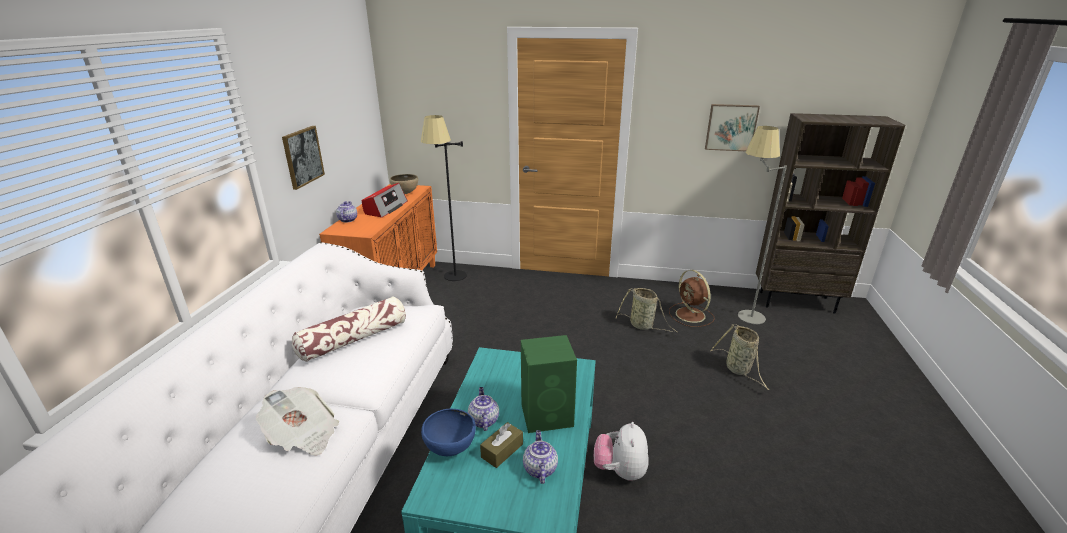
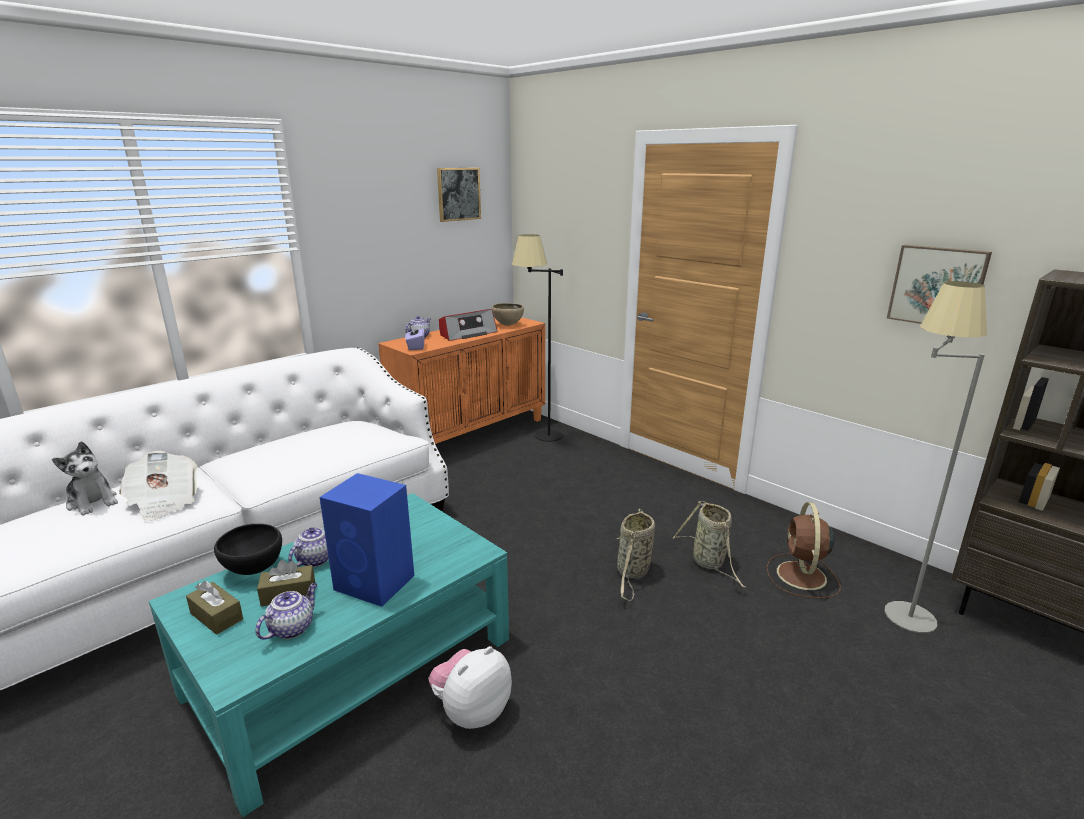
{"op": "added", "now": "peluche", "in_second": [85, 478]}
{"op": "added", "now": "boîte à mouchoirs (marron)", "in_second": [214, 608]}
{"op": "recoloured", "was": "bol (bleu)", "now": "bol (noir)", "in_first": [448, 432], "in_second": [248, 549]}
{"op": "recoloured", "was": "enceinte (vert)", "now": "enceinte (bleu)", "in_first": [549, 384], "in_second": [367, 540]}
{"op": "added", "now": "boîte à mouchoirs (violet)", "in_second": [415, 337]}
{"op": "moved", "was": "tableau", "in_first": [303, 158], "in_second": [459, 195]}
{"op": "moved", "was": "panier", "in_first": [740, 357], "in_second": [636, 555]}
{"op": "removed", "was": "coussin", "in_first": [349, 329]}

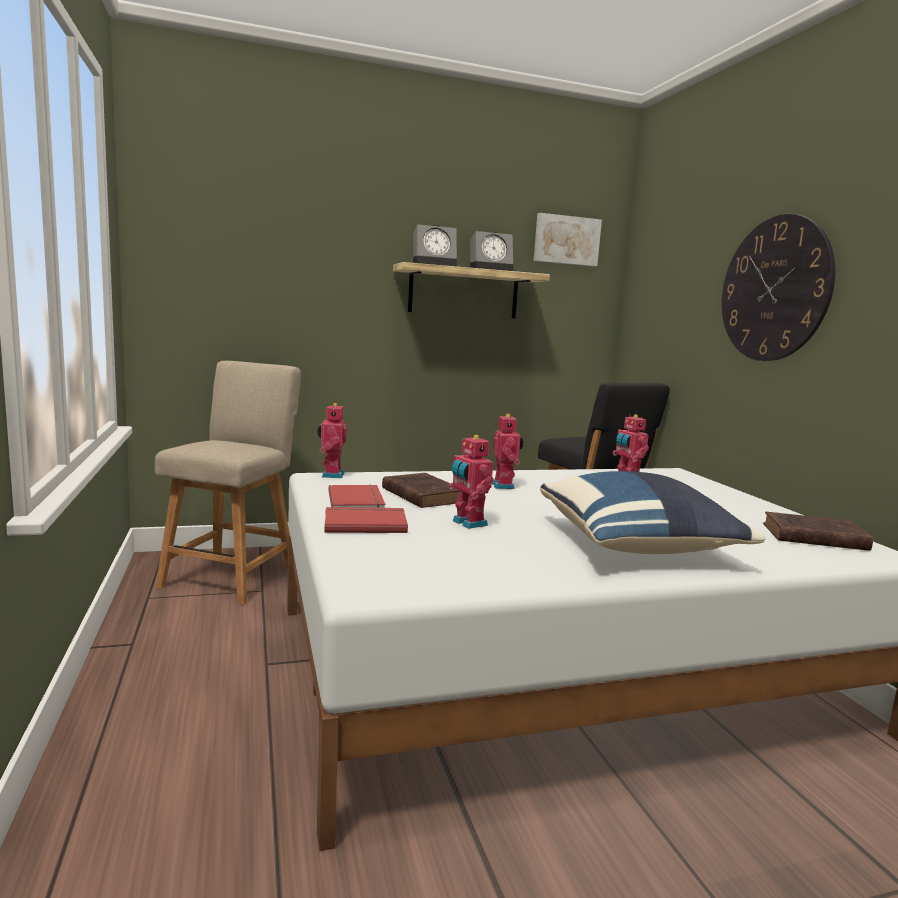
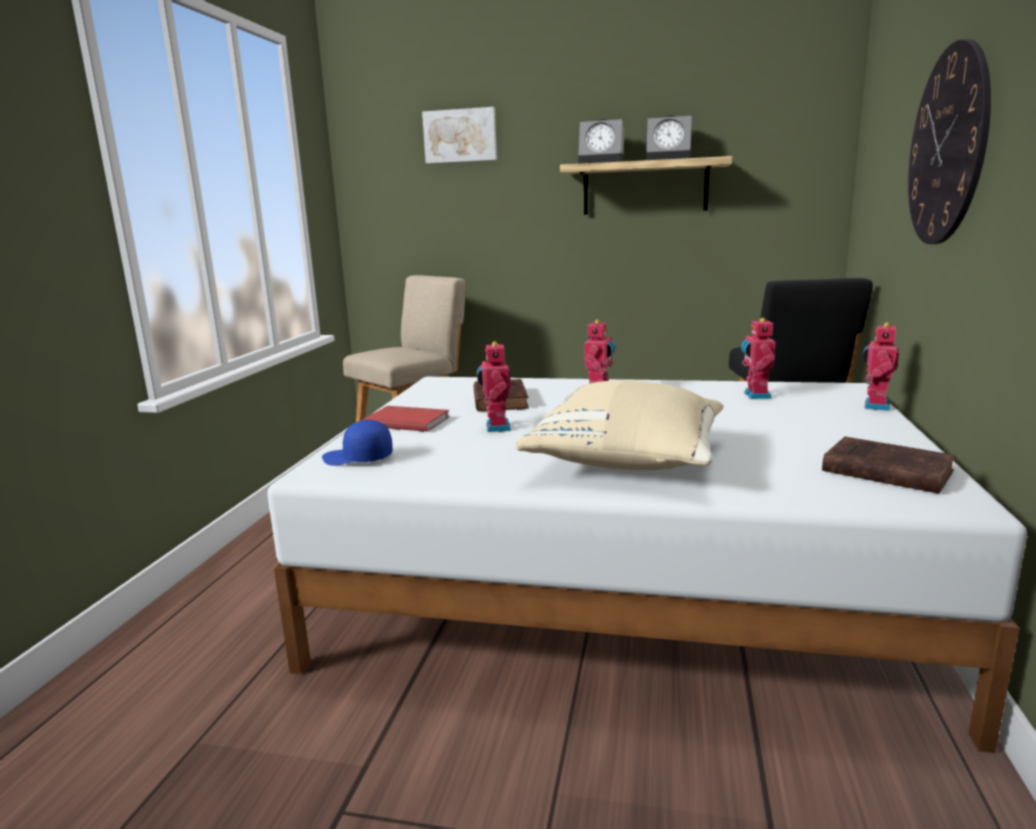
{"op": "added", "now": "casquette (bleu)", "in_second": [357, 442]}
{"op": "moved", "was": "tableau", "in_first": [568, 239], "in_second": [459, 135]}
{"op": "recoloured", "was": "coussin (bleu)", "now": "coussin (beige)", "in_first": [652, 512], "in_second": [619, 425]}
{"op": "moved", "was": "robot jouet", "in_first": [332, 440], "in_second": [880, 366]}
{"op": "removed", "was": "livre (rouge)", "in_first": [357, 496]}

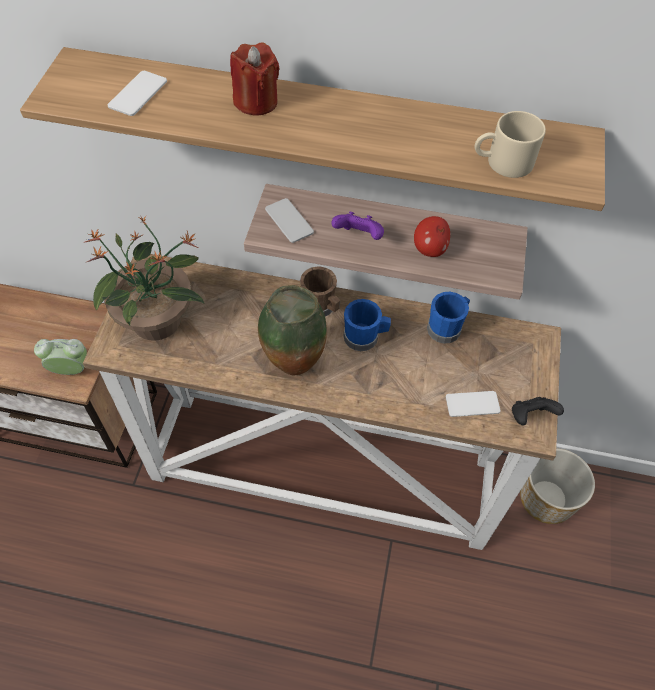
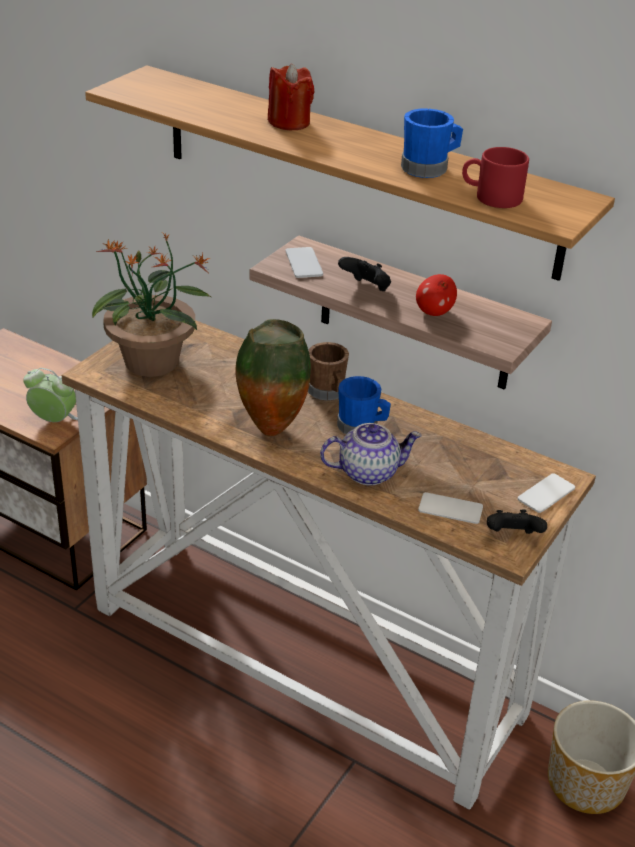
{"op": "added", "now": "théière", "in_second": [371, 454]}
{"op": "recoloured", "was": "manette (violet)", "now": "manette (noir)", "in_first": [358, 225], "in_second": [364, 274]}
{"op": "moved", "was": "mug (bleu)", "in_first": [448, 318], "in_second": [432, 143]}
{"op": "recoloured", "was": "mug (beige)", "now": "mug (rouge)", "in_first": [510, 144], "in_second": [495, 177]}
{"op": "moved", "was": "téléphone", "in_first": [137, 93], "in_second": [546, 493]}

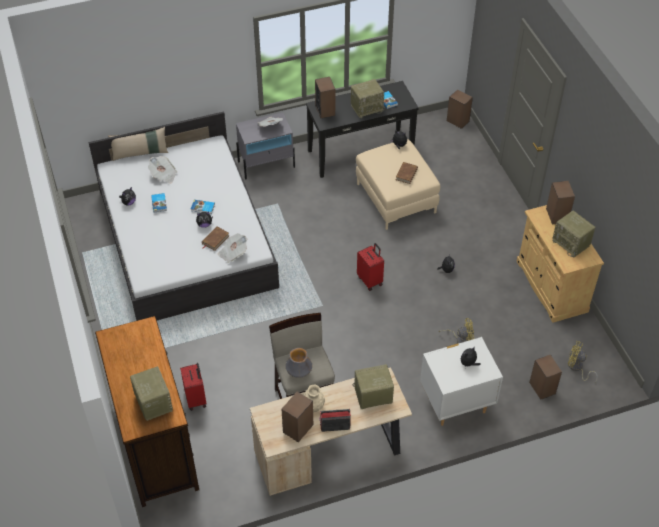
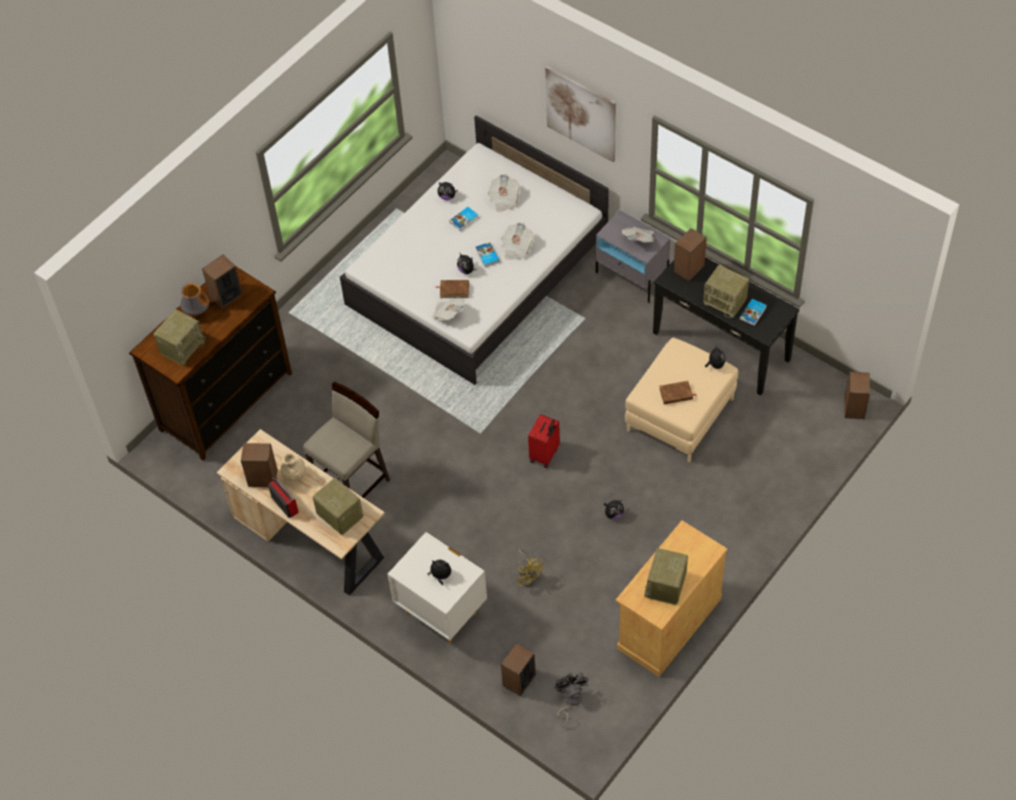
{"op": "moved", "was": "vase", "in_first": [299, 363], "in_second": [194, 299]}
{"op": "moved", "was": "enceinte", "in_first": [560, 203], "in_second": [222, 282]}
{"op": "added", "now": "journal", "in_second": [517, 241]}
{"op": "added", "now": "tableau", "in_second": [580, 114]}
{"op": "recoloured", "was": "ventilateur (jaune)", "now": "ventilateur (noir)", "in_first": [583, 362], "in_second": [571, 700]}
{"op": "removed", "was": "coussin (beige)", "in_first": [138, 144]}
{"op": "removed", "was": "valise (rouge)", "in_first": [193, 387]}

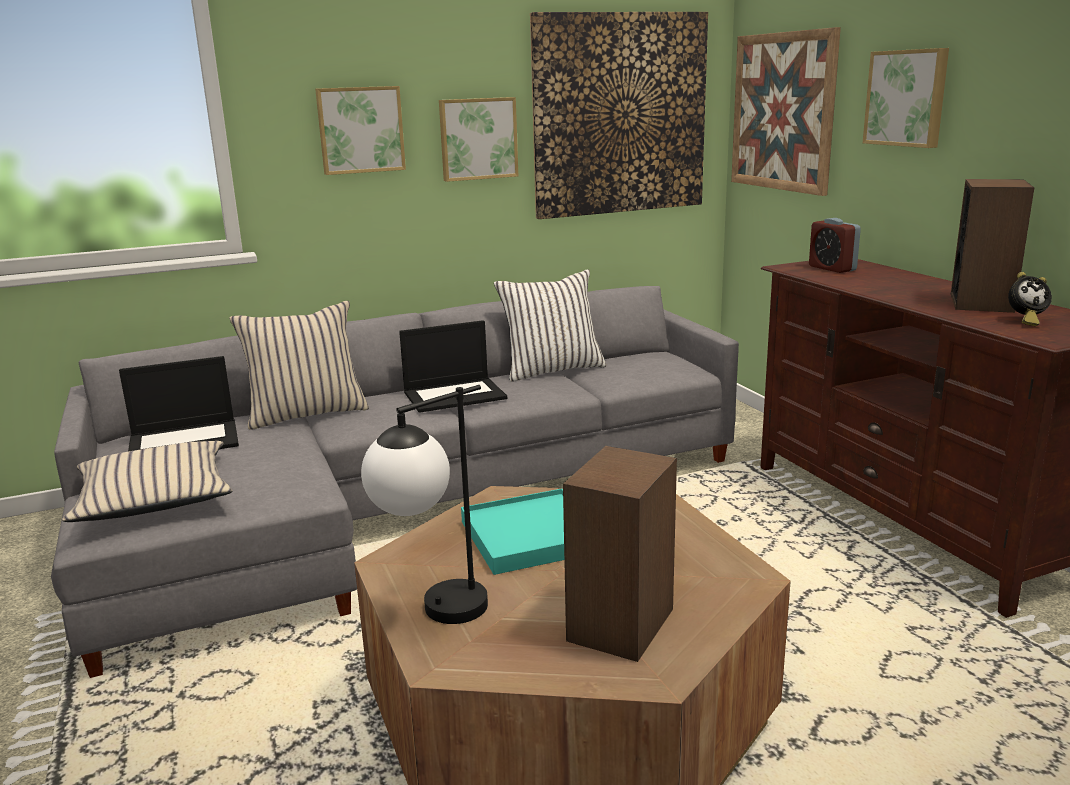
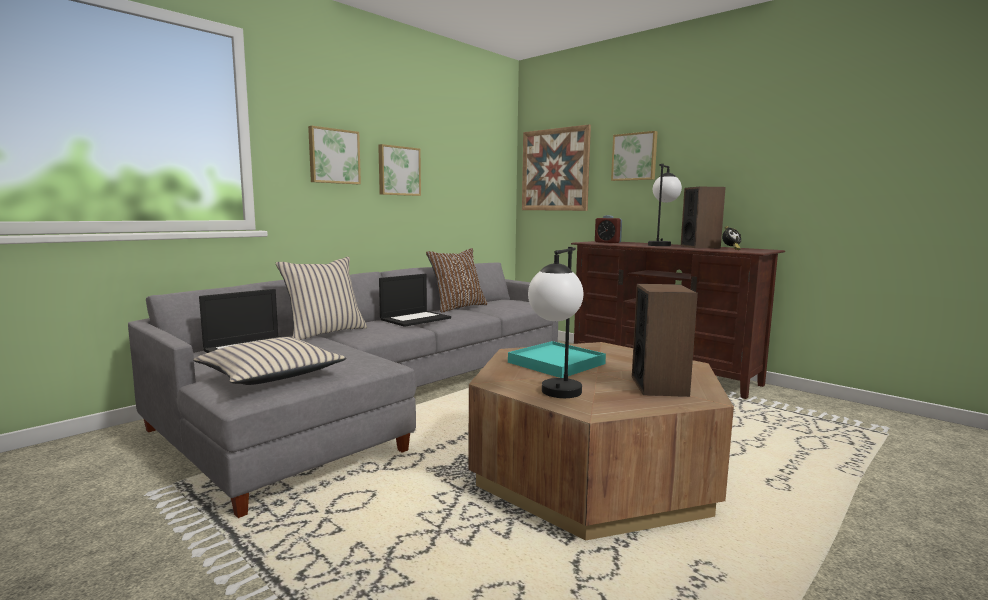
{"op": "recoloured", "was": "coussin (blanc)", "now": "coussin (marron)", "in_first": [550, 325], "in_second": [456, 280]}
{"op": "added", "now": "lampe de table", "in_second": [665, 205]}
{"op": "removed", "was": "tableau", "in_first": [619, 115]}

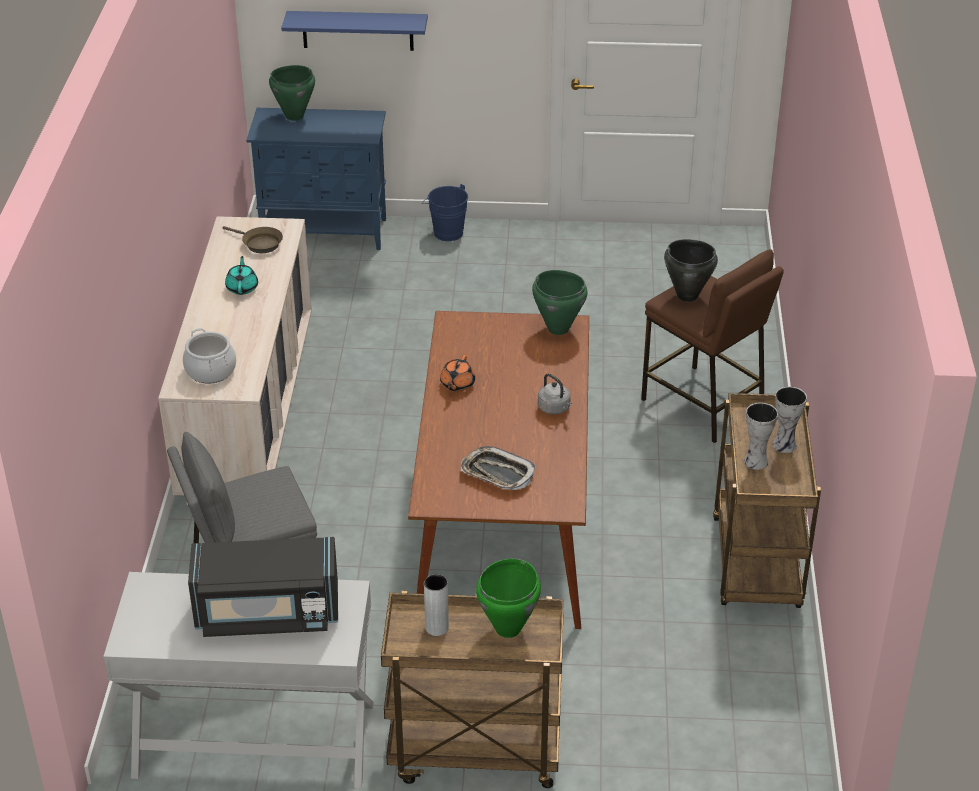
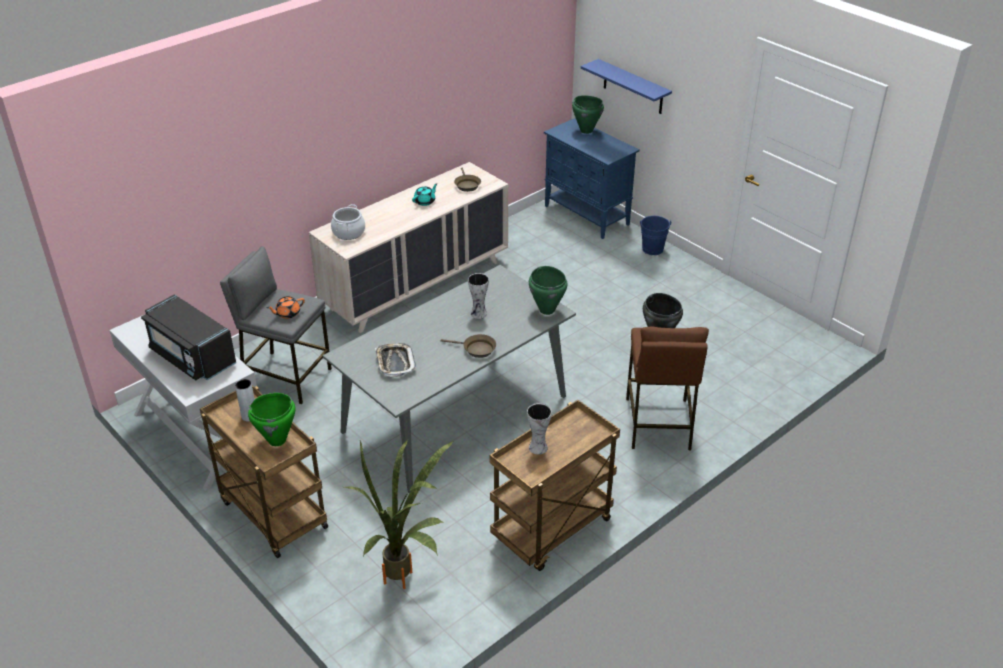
{"op": "moved", "was": "théière (orange)", "in_first": [457, 373], "in_second": [286, 307]}
{"op": "recoloured", "was": "table à manger (marron)", "now": "table à manger (gris)", "in_first": [498, 470], "in_second": [449, 379]}
{"op": "added", "now": "plante en pot", "in_second": [398, 514]}
{"op": "replaced", "was": "bouilloire (gris)", "now": "poêle (marron)", "in_first": [555, 394], "in_second": [468, 346]}
{"op": "moved", "was": "vase", "in_first": [789, 419], "in_second": [478, 296]}

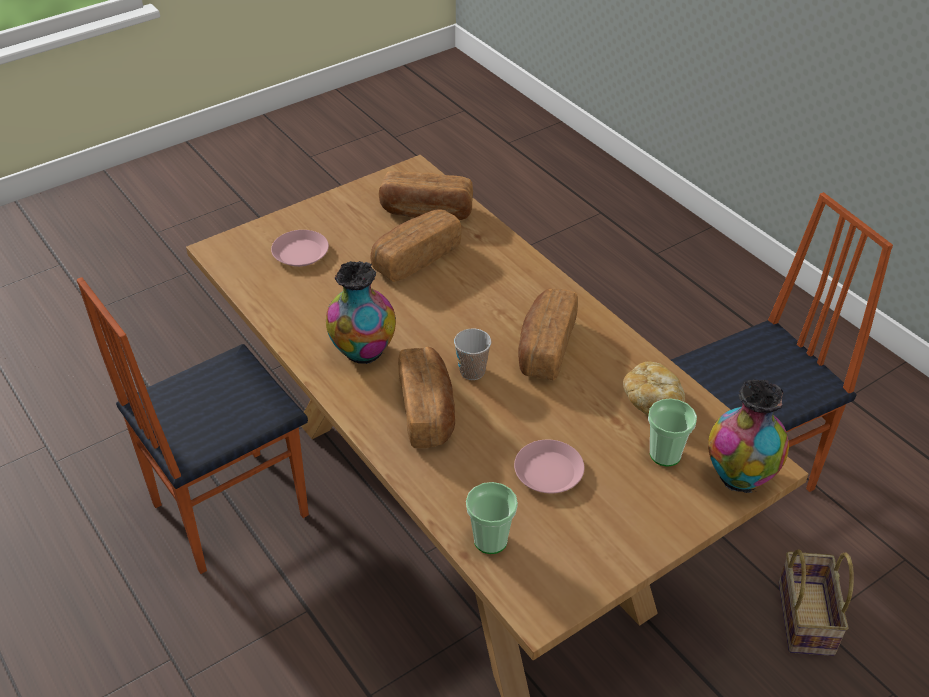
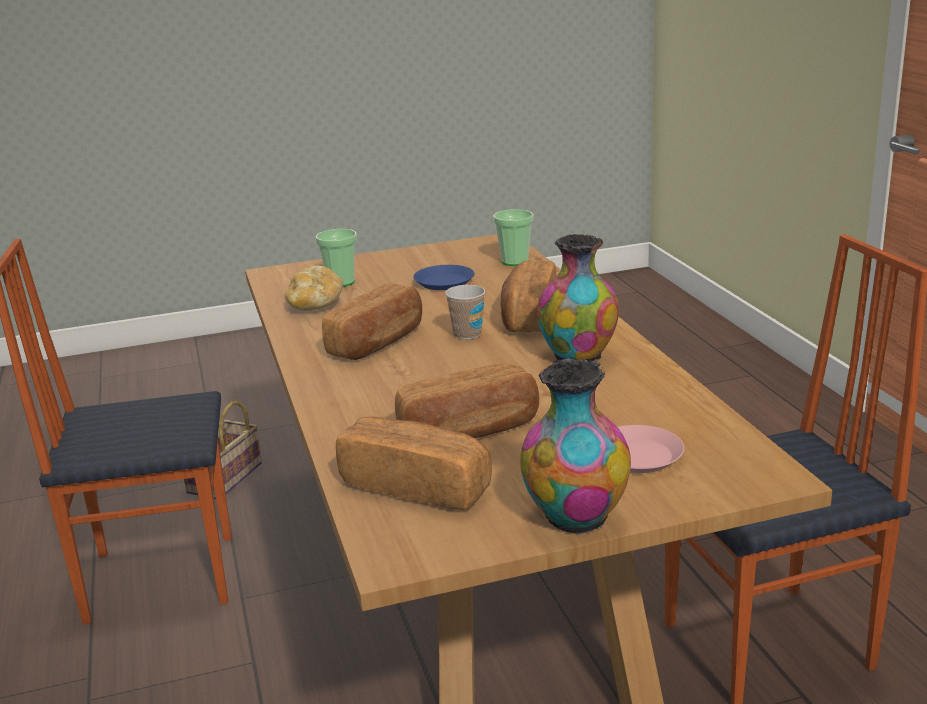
{"op": "recoloured", "was": "assiette (rose)", "now": "assiette (bleu)", "in_first": [549, 466], "in_second": [443, 277]}
{"op": "moved", "was": "vase", "in_first": [748, 436], "in_second": [575, 446]}

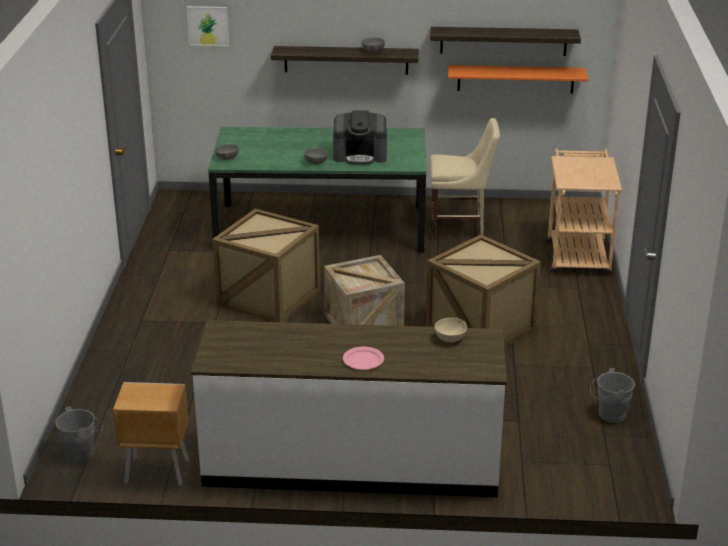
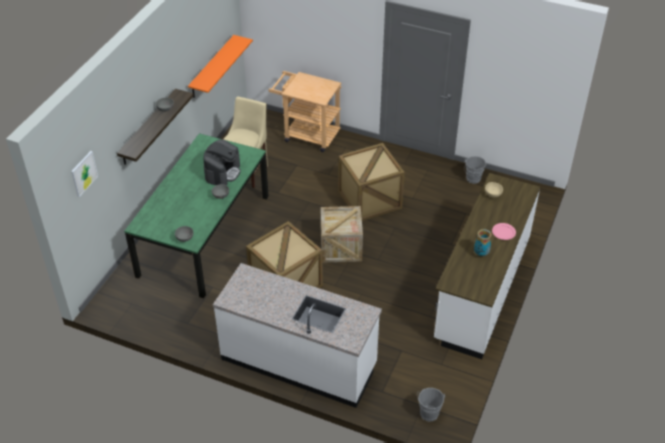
{"op": "added", "now": "comptoir de cuisine (blanc)", "in_second": [297, 335]}
{"op": "added", "now": "vase", "in_second": [483, 242]}
{"op": "removed", "was": "table de chevet (marron)", "in_first": [151, 434]}
{"op": "removed", "was": "étagère", "in_first": [505, 41]}

